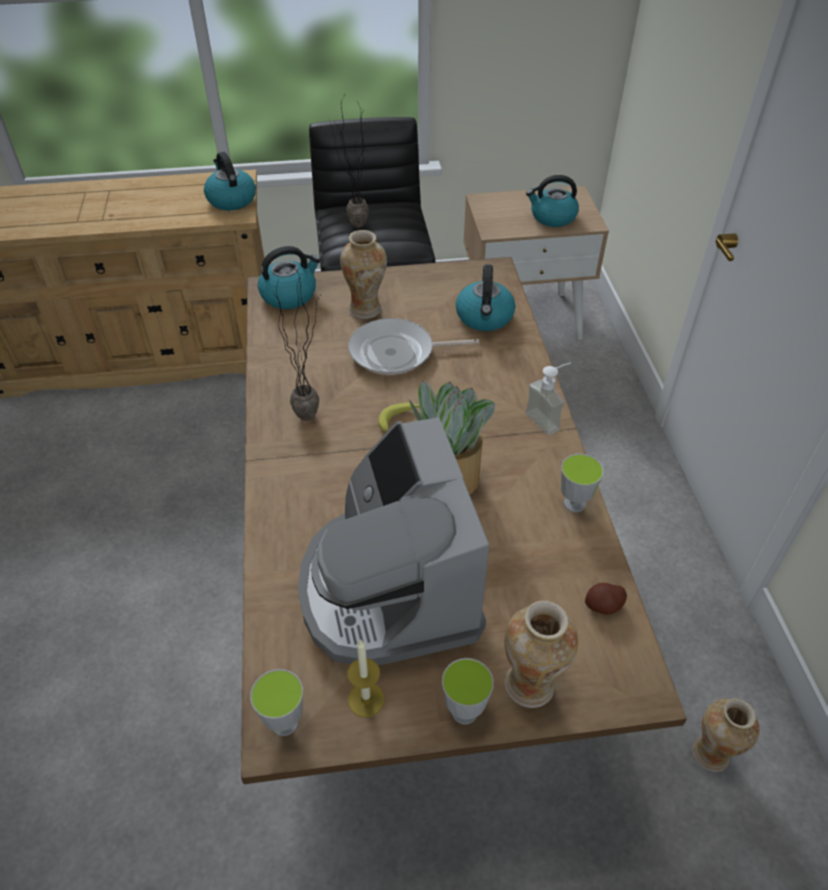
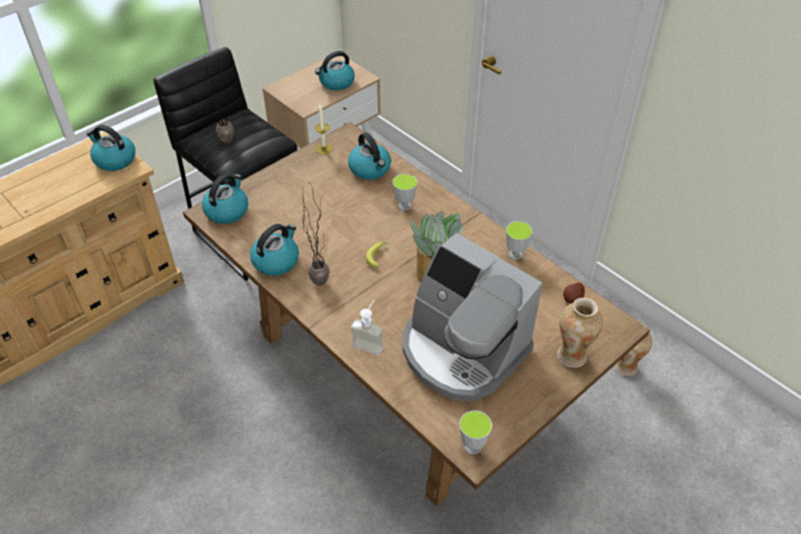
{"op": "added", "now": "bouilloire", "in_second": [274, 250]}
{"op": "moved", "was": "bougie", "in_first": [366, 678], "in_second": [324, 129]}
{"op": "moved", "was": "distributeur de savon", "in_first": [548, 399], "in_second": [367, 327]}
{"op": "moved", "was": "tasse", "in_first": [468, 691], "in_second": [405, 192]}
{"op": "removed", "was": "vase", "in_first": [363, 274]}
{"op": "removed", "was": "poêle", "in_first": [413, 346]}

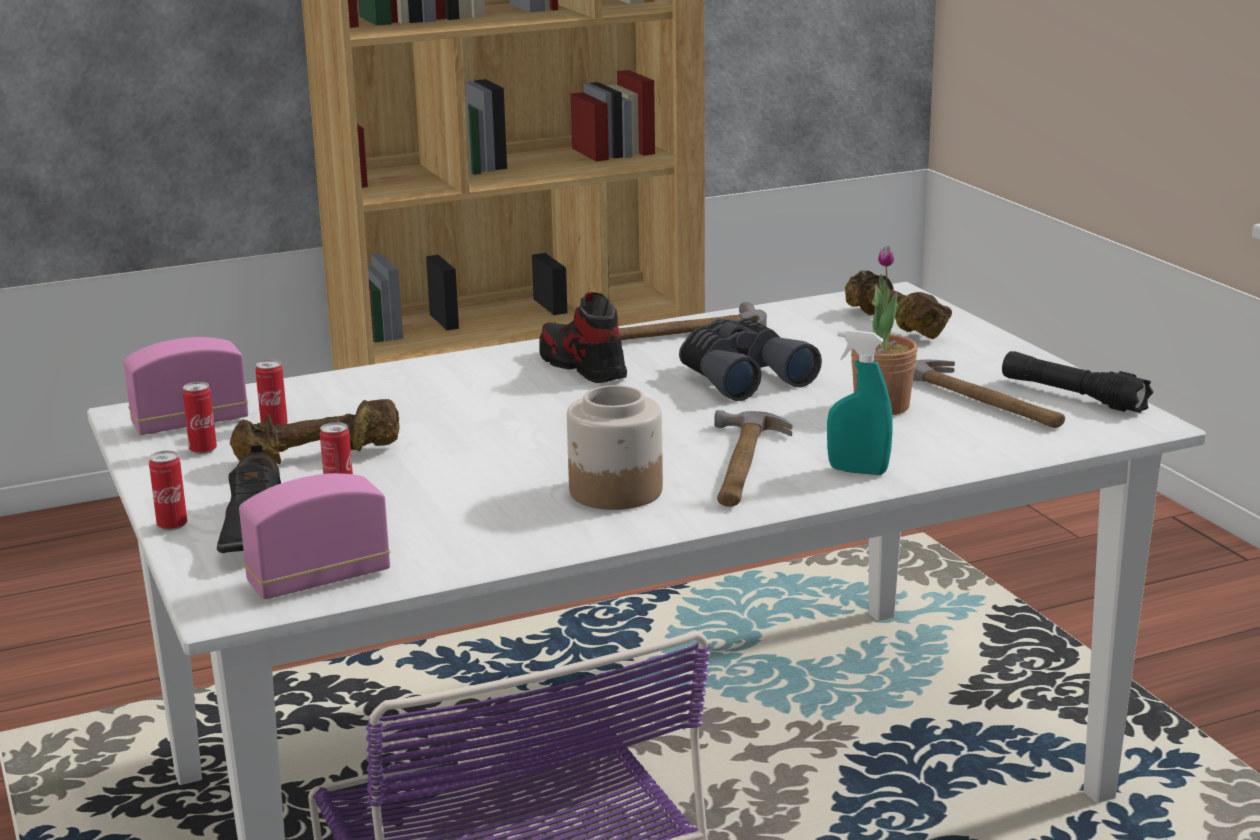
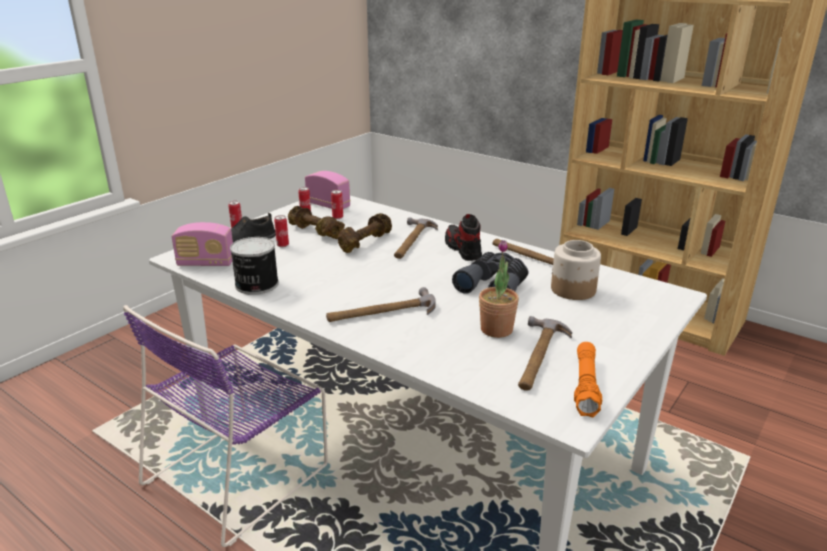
{"op": "turned", "was": "radio", "in_first": [314, 536], "in_second": [202, 244], "clockwise": 150}
{"op": "added", "now": "boîte métallique", "in_second": [254, 266]}
{"op": "moved", "was": "haltère (marron)", "in_first": [898, 304], "in_second": [365, 233]}
{"op": "added", "now": "marteau", "in_second": [416, 238]}
{"op": "turned", "was": "chaussure", "in_first": [583, 337], "in_second": [463, 237], "clockwise": -45}
{"op": "moved", "was": "bocal", "in_first": [615, 447], "in_second": [576, 270]}
{"op": "recoloured", "was": "lampe de poche (noir)", "now": "lampe de poche (orange)", "in_first": [1077, 382], "in_second": [588, 380]}
{"op": "removed", "was": "vaporisateur (turquoise)", "in_first": [860, 402]}

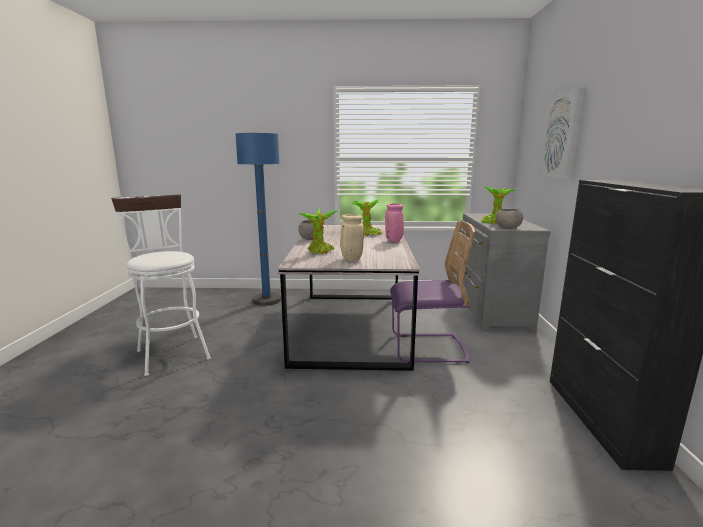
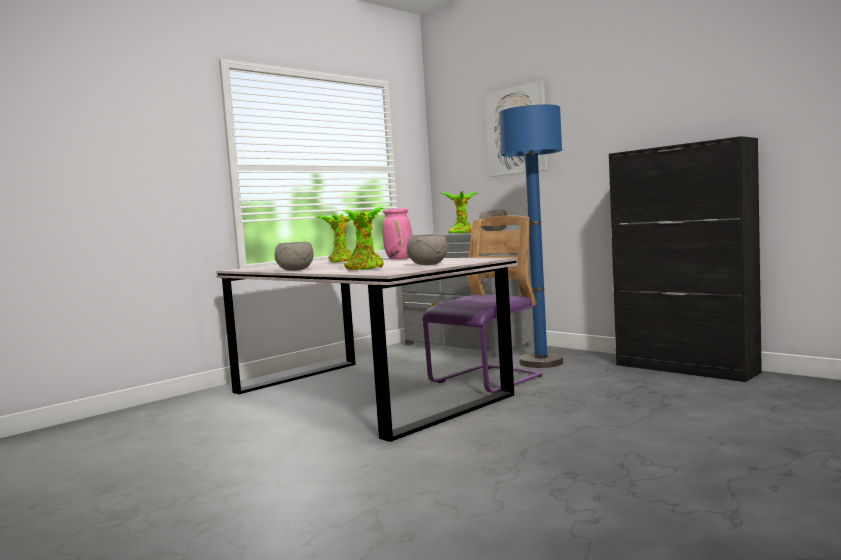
{"op": "replaced", "was": "vase (beige)", "now": "bol (gris)", "in_first": [352, 237], "in_second": [427, 250]}
{"op": "moved", "was": "lampadaire (bleu)", "in_first": [258, 219], "in_second": [531, 236]}
{"op": "removed", "was": "tabouret (blanc)", "in_first": [161, 285]}

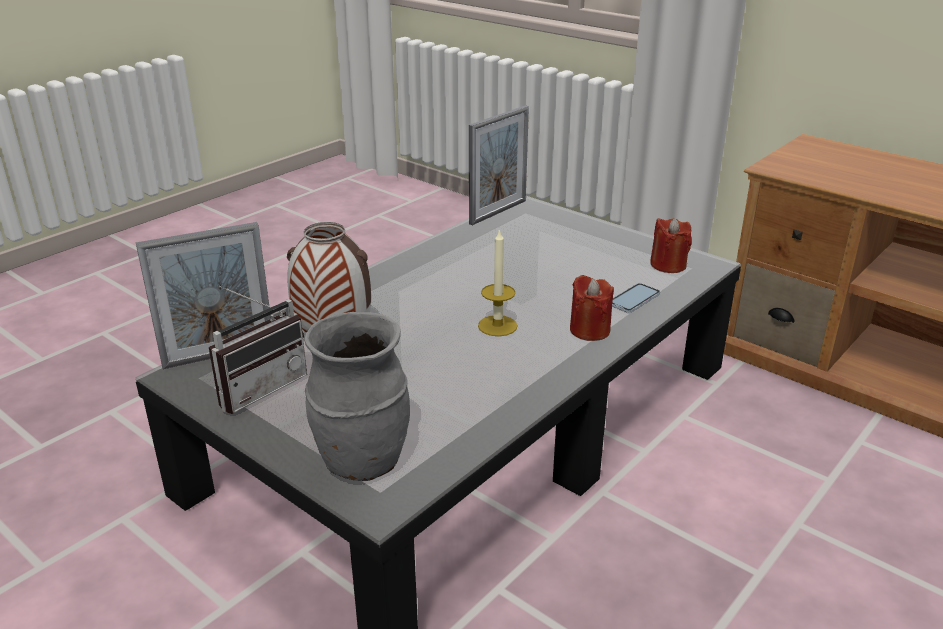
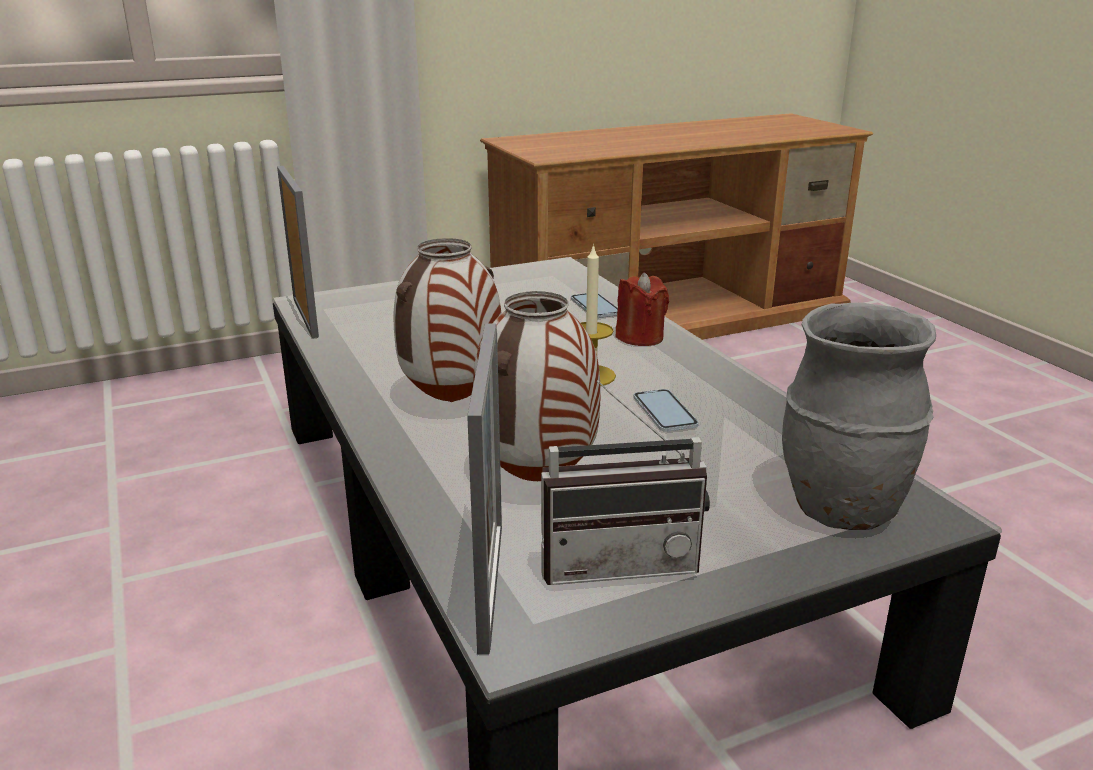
{"op": "added", "now": "vase", "in_second": [447, 320]}
{"op": "turned", "was": "radio", "in_first": [258, 350], "in_second": [625, 482], "clockwise": 105}
{"op": "added", "now": "téléphone", "in_second": [666, 410]}
{"op": "removed", "was": "bougie (rouge)", "in_first": [671, 245]}

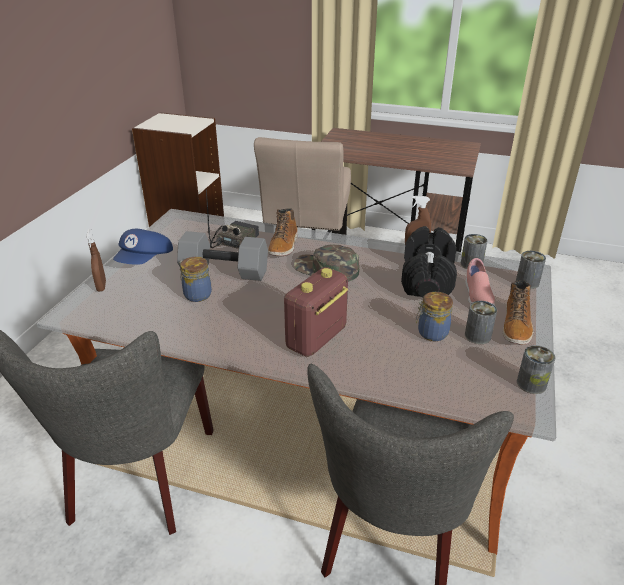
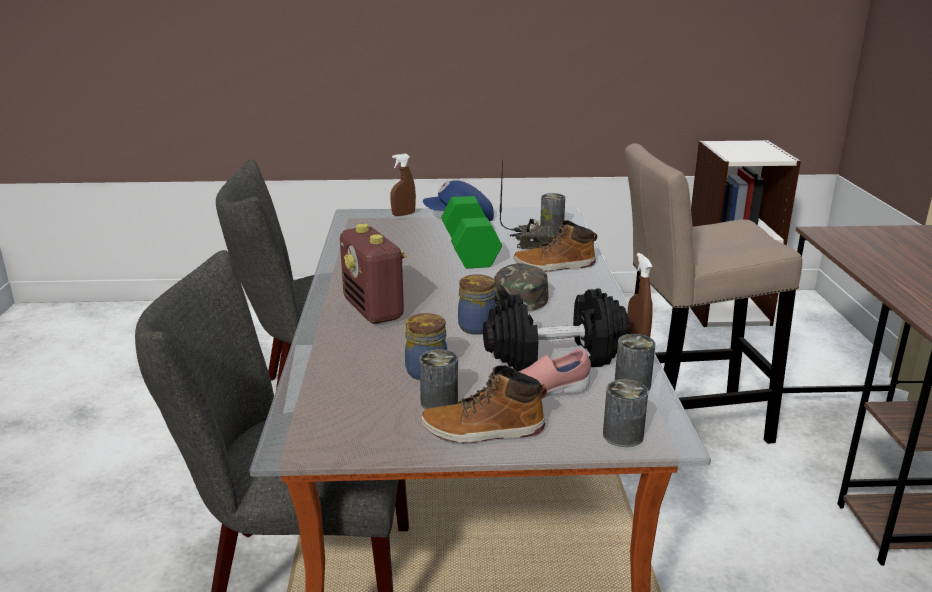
{"op": "turned", "was": "radio", "in_first": [316, 312], "in_second": [373, 274], "clockwise": -135}
{"op": "recoloured", "was": "haltère (gris)", "now": "haltère (vert)", "in_first": [222, 256], "in_second": [471, 232]}
{"op": "moved", "was": "bocal", "in_first": [195, 279], "in_second": [477, 304]}
{"op": "moved", "was": "boîte métallique", "in_first": [536, 369], "in_second": [552, 209]}

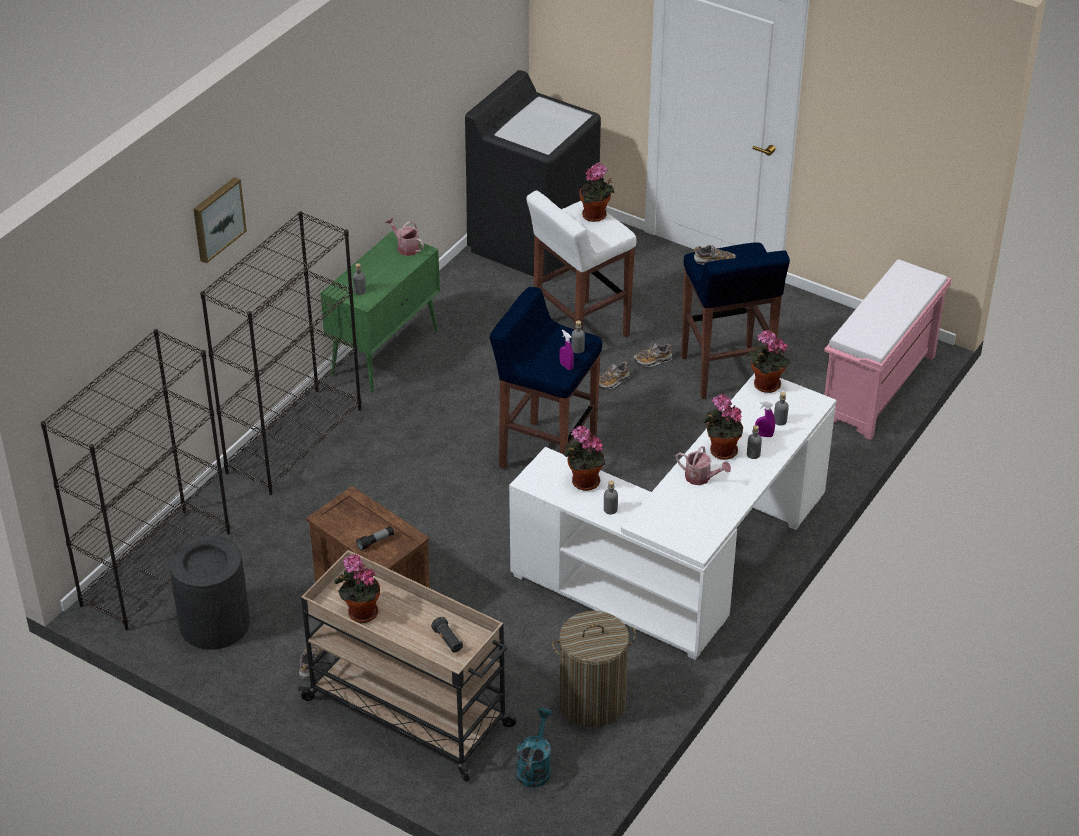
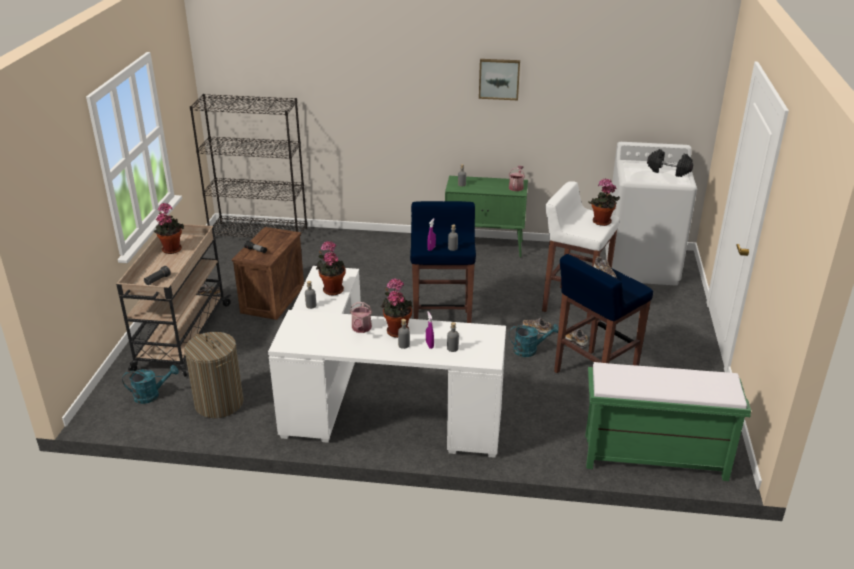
{"op": "moved", "was": "tableau", "in_first": [220, 220], "in_second": [499, 79]}
{"op": "added", "now": "arrosoir (turquoise)", "in_second": [534, 340]}
{"op": "recoloured", "was": "banc (rose)", "now": "banc (vert)", "in_first": [887, 349], "in_second": [668, 421]}
{"op": "recoloured", "was": "lave-linge (noir)", "now": "lave-linge (blanc)", "in_first": [533, 176], "in_second": [651, 213]}
{"op": "added", "now": "haltère (noir)", "in_second": [670, 163]}
{"op": "removed", "was": "poubelle (noir)", "in_first": [209, 592]}
{"op": "removed", "was": "bibliothèque (noir)", "in_first": [280, 353]}
{"op": "removed", "was": "plante en pot", "in_first": [769, 361]}

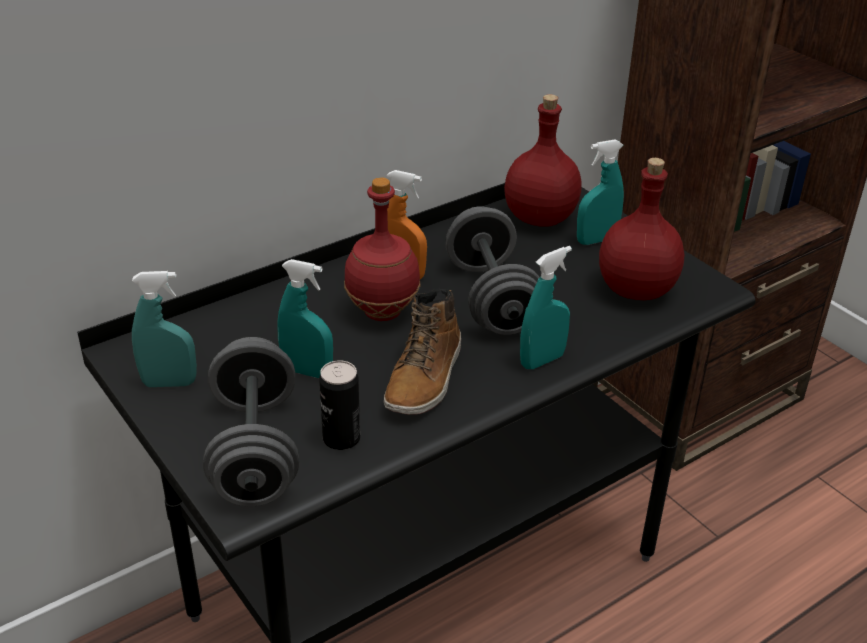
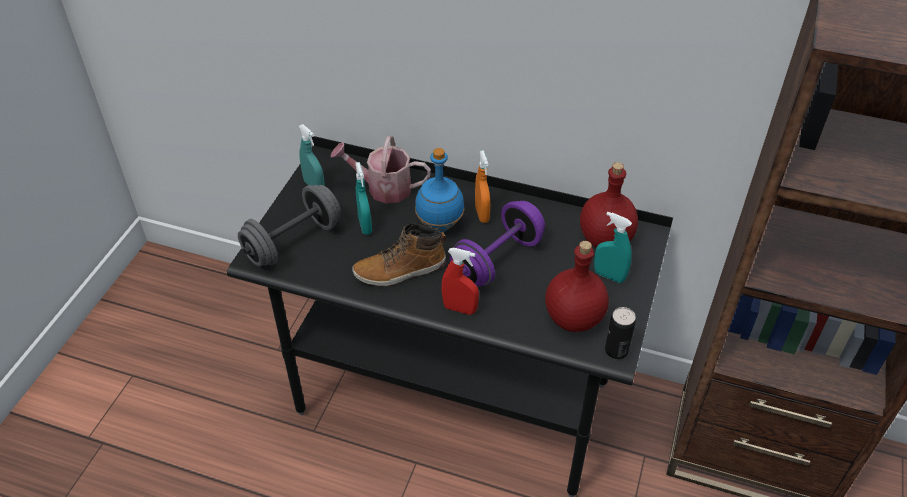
{"op": "added", "now": "arrosoir", "in_second": [381, 170]}
{"op": "recoloured", "was": "bouteille (rouge)", "now": "bouteille (bleu)", "in_first": [382, 249], "in_second": [439, 190]}
{"op": "recoloured", "was": "vaporisateur (turquoise)", "now": "vaporisateur (rouge)", "in_first": [546, 307], "in_second": [460, 281]}
{"op": "recoloured", "was": "haltère (gris)", "now": "haltère (violet)", "in_first": [492, 270], "in_second": [497, 243]}
{"op": "moved", "was": "boîte métallique", "in_first": [339, 405], "in_second": [620, 333]}

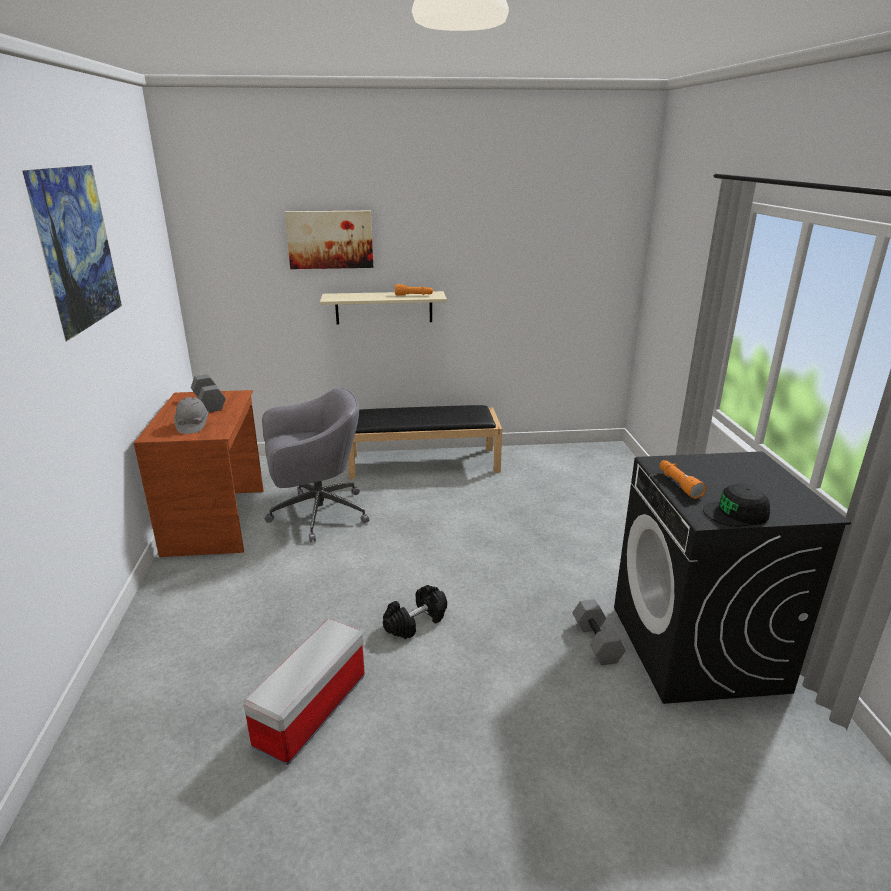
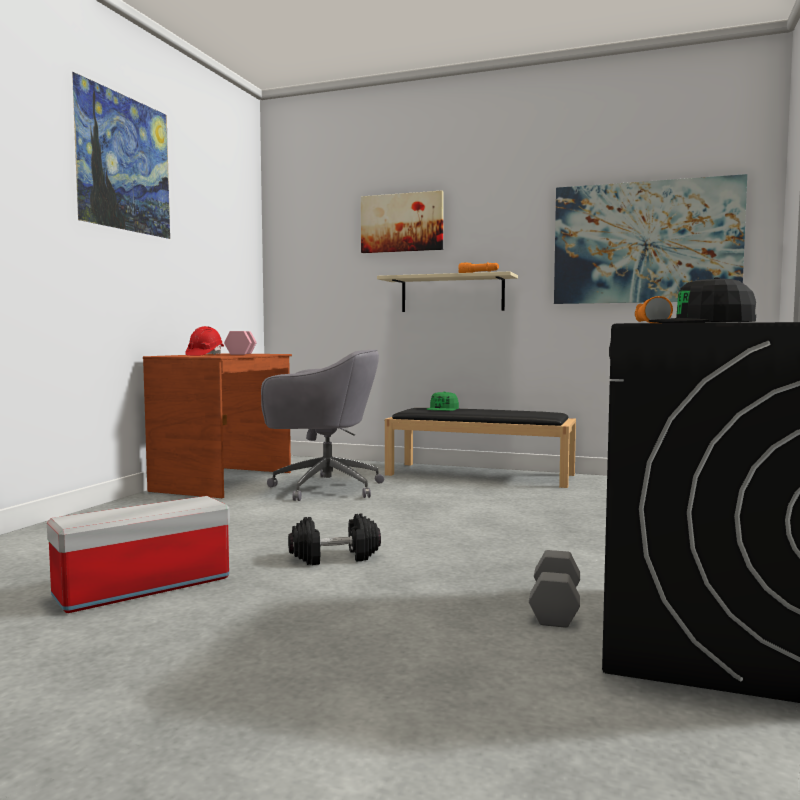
{"op": "recoloured", "was": "casque de chantier (gris)", "now": "casque de chantier (rouge)", "in_first": [191, 415], "in_second": [204, 341]}
{"op": "recoloured", "was": "haltère (gris)", "now": "haltère (rose)", "in_first": [208, 393], "in_second": [240, 343]}
{"op": "added", "now": "casquette (vert)", "in_second": [442, 401]}
{"op": "added", "now": "tableau", "in_second": [650, 239]}

